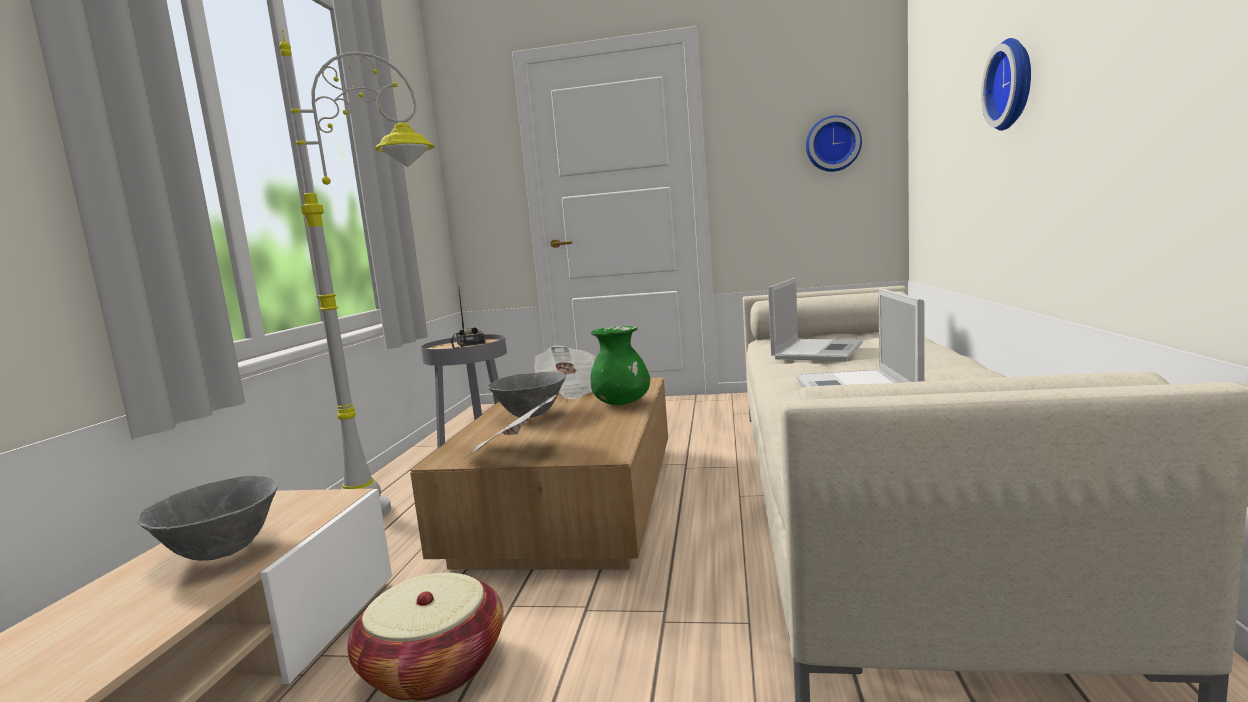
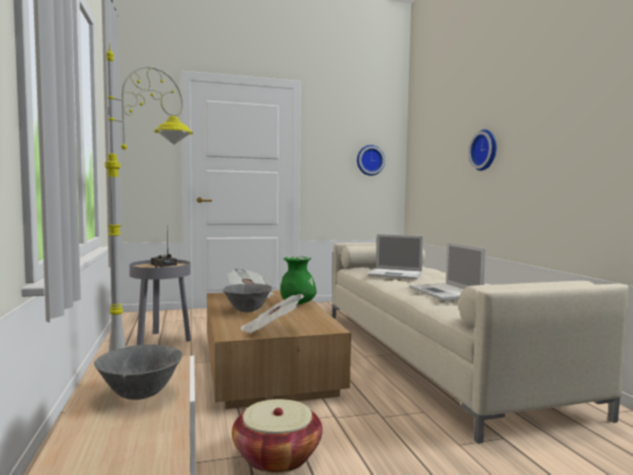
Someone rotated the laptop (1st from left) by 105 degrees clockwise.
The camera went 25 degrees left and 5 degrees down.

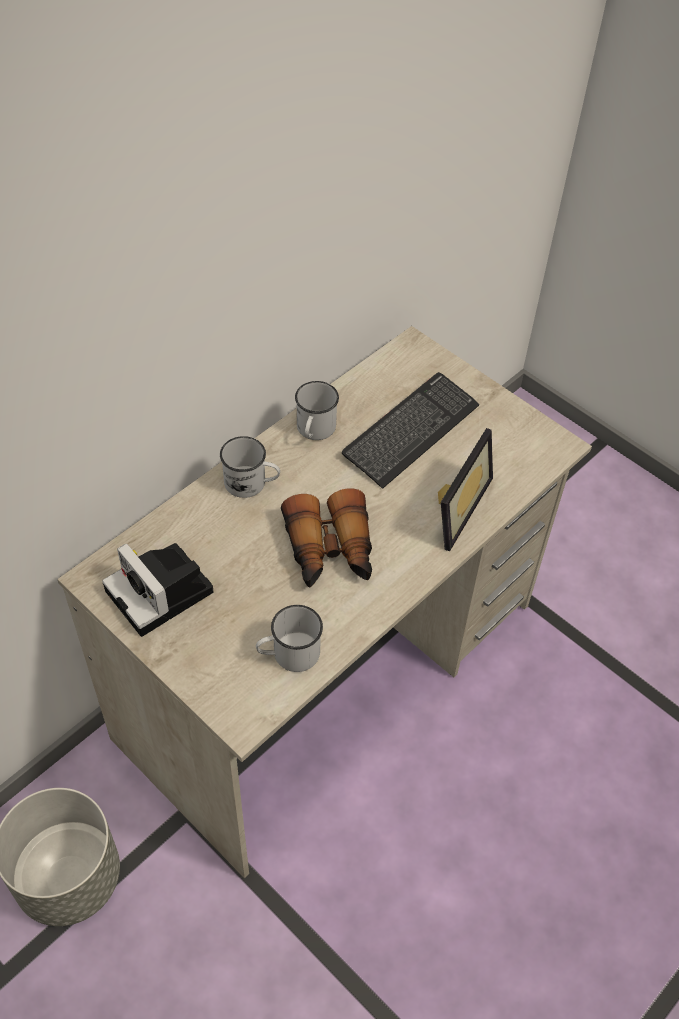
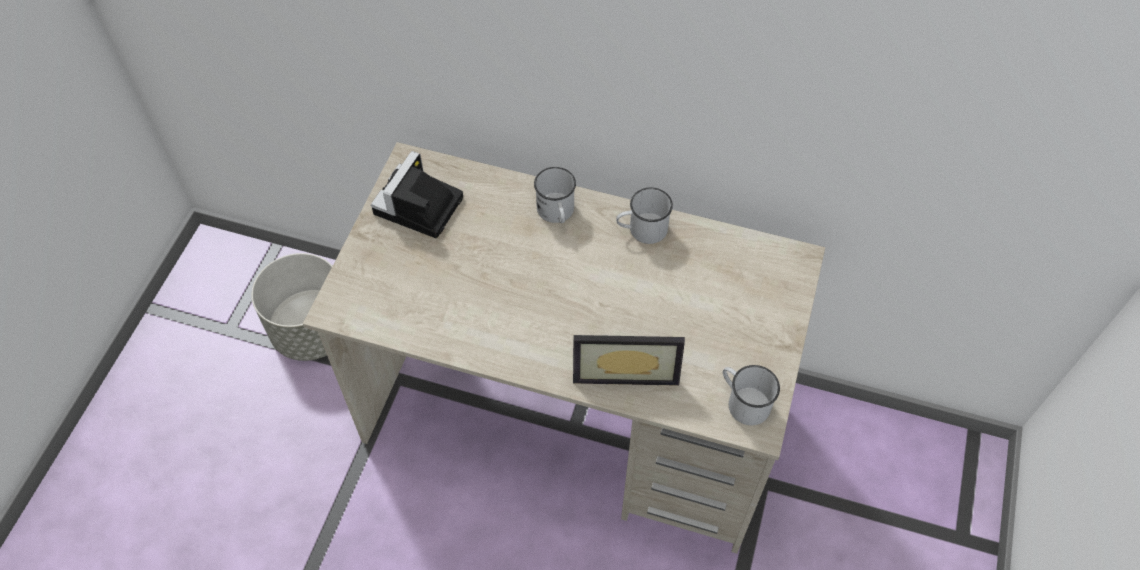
Someone took away the binoculars.
Someone took away the keyboard.
Someone carried the mug (white) (2nd from left in the first image).
The camera went 65 degrees right and 5 degrees up.

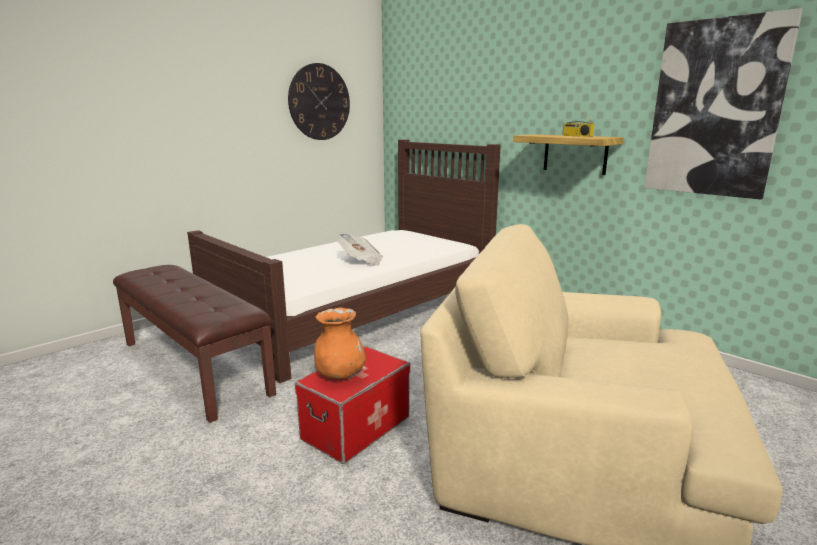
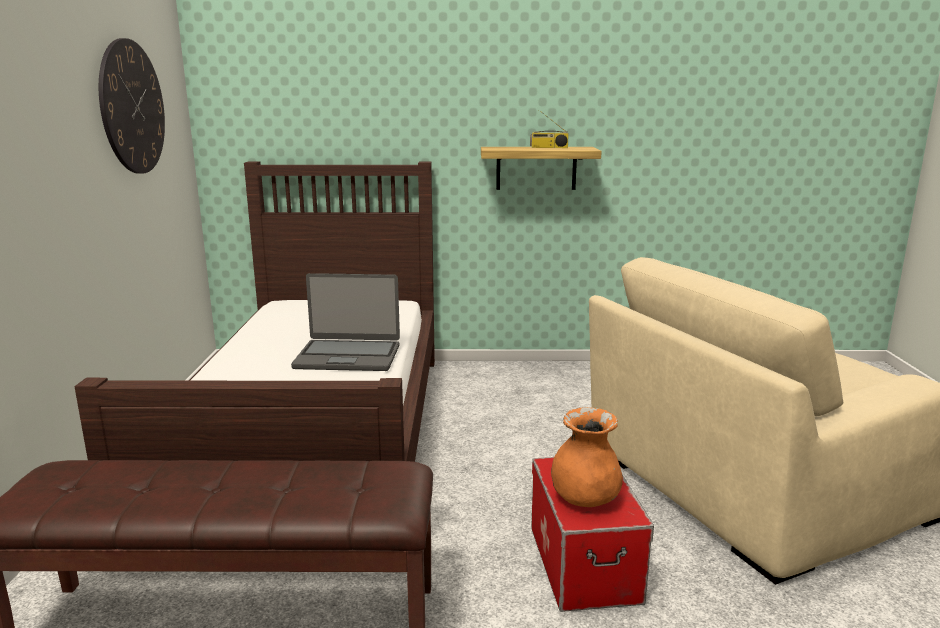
Someone took away the picture.
Someone swapped the newspaper for the laptop.
The camera went 45 degrees left and 0 degrees up.

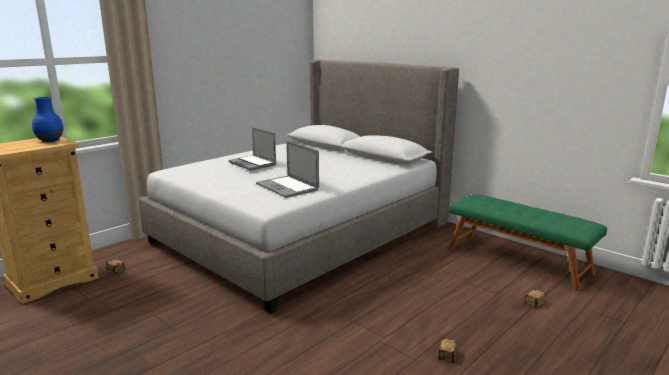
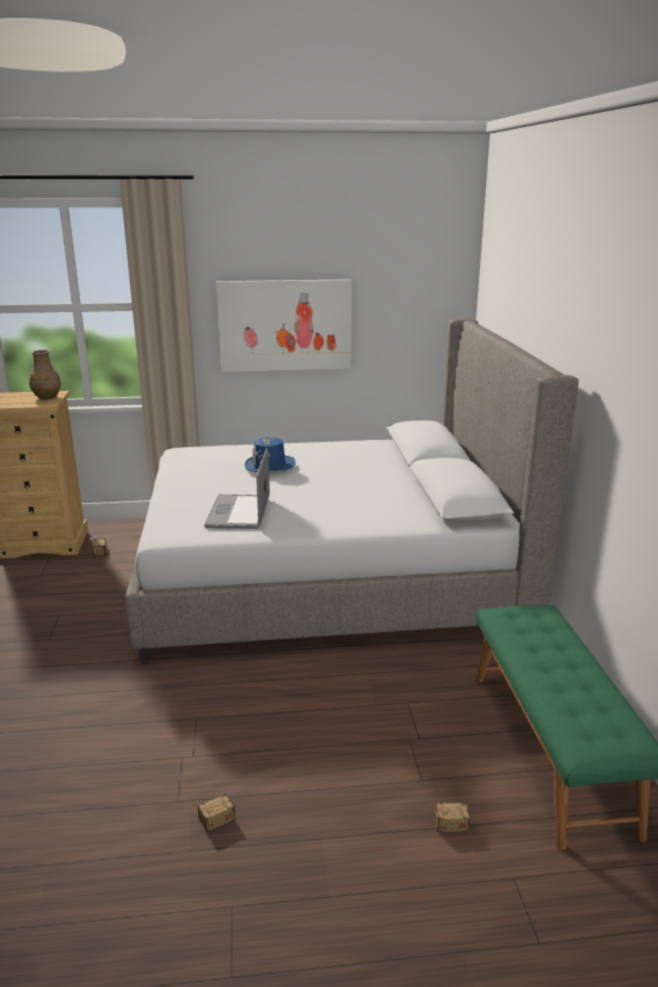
Someone put up the picture.
Someone swapped the laptop (1st from left) for the hat (blue).
Someone repainted the vase (blue), which became the vase (brown).
The camera went 40 degrees right and 5 degrees up.

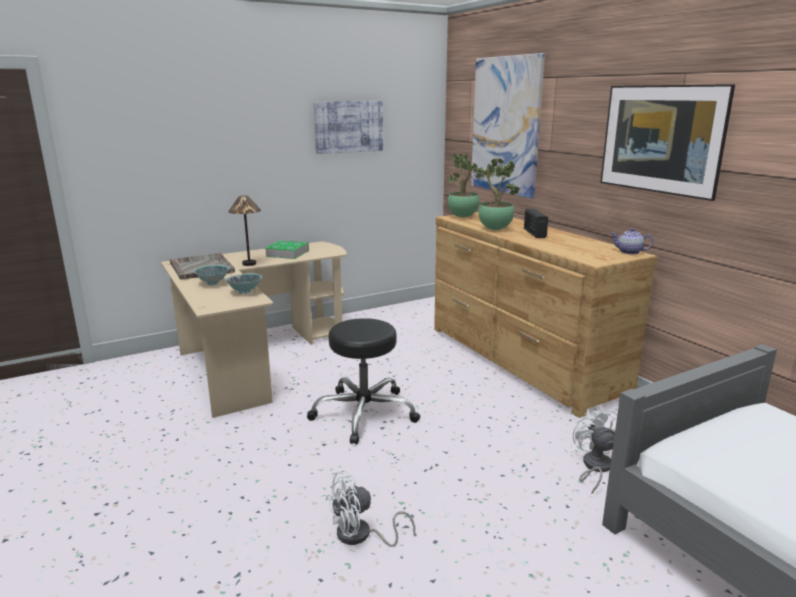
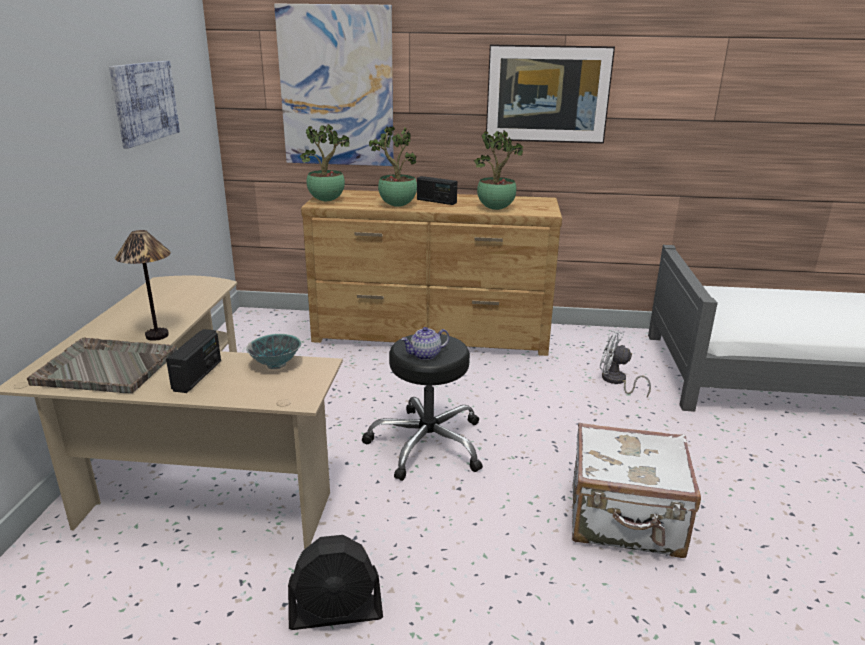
Someone took away the book.
Someone put down the fan (black).
Someone put down the potted plant (3rd from left).
Someone carried the teapot.
Someone swapped the bowl (1st from left) for the radio (1st from left).
Someone swapped the fan (white) (1st from left) for the suitcase (white).
The camera went 55 degrees left and 5 degrees up.

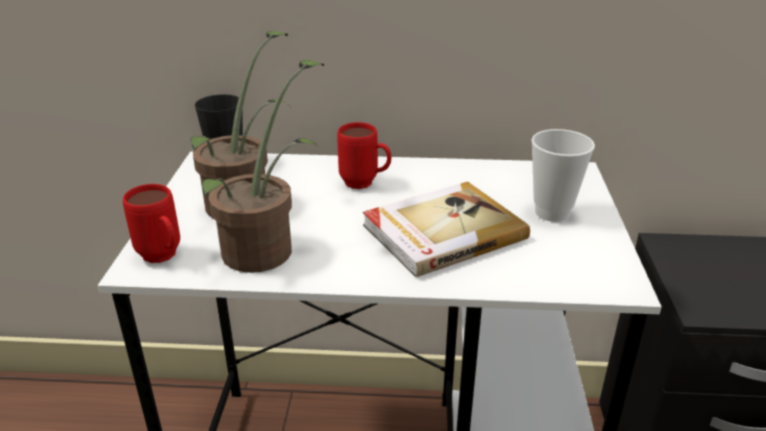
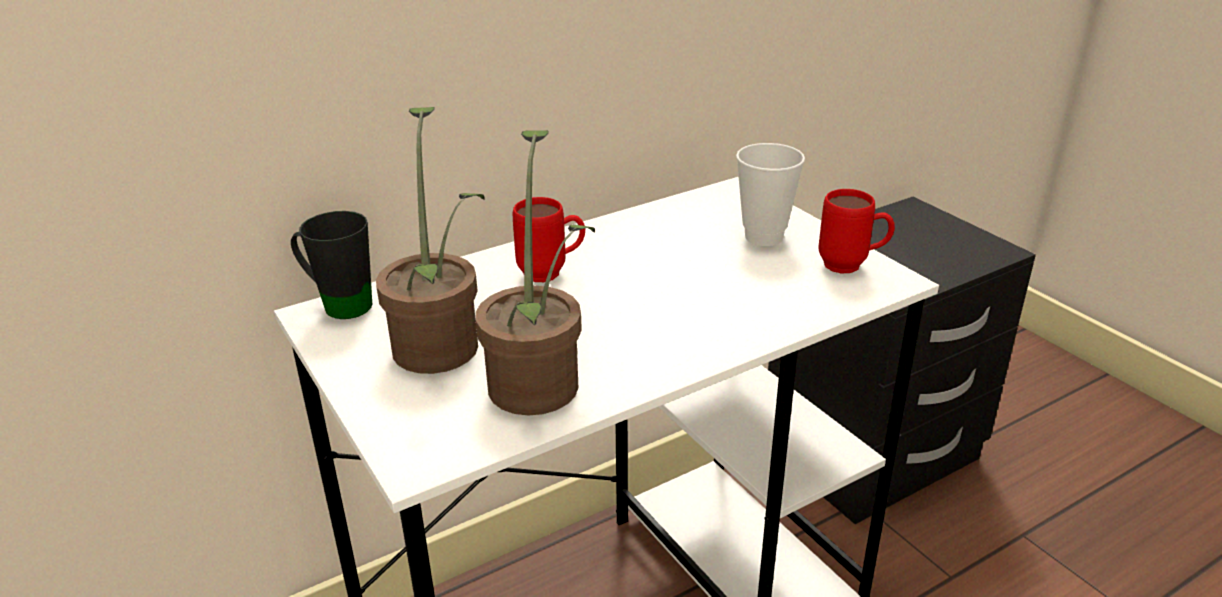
Someone took away the book.
Someone carried the mug (red) (1st from left in the first image).
The camera went 35 degrees left and 0 degrees up.

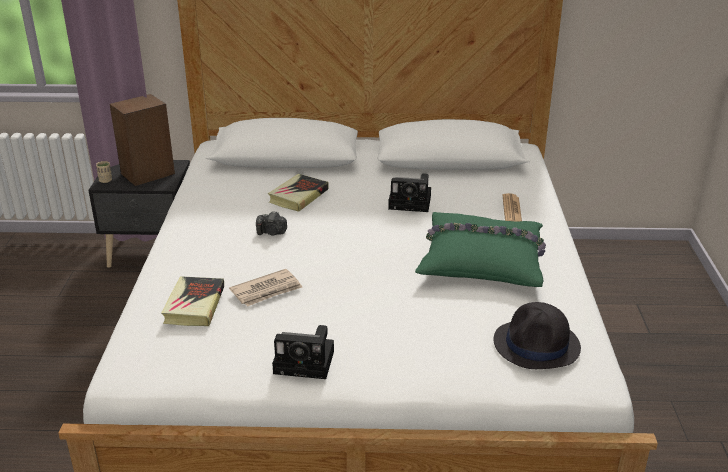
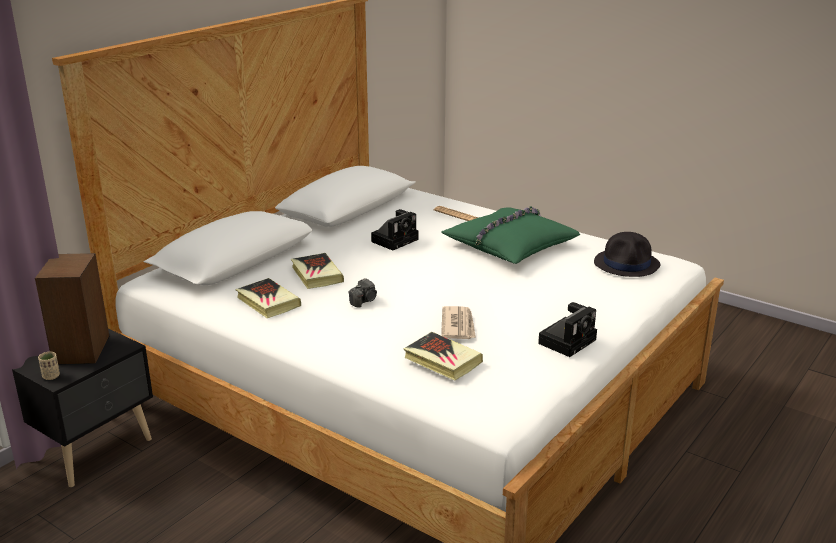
Someone put down the book (1st from left).
The camera went 55 degrees left and 5 degrees down.

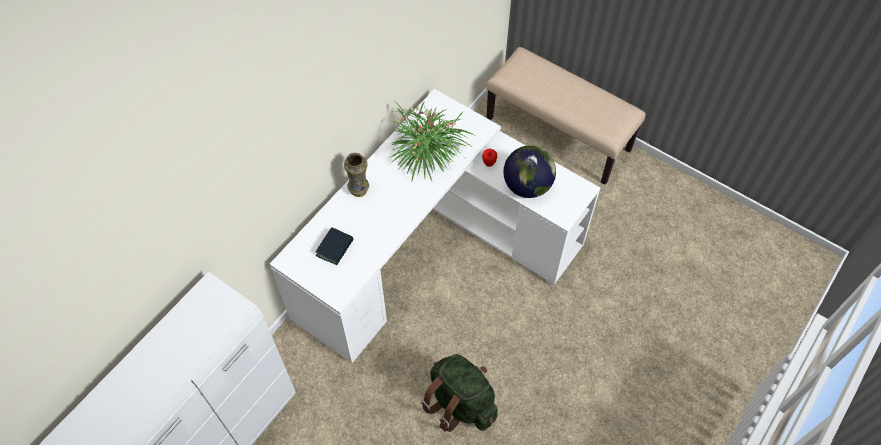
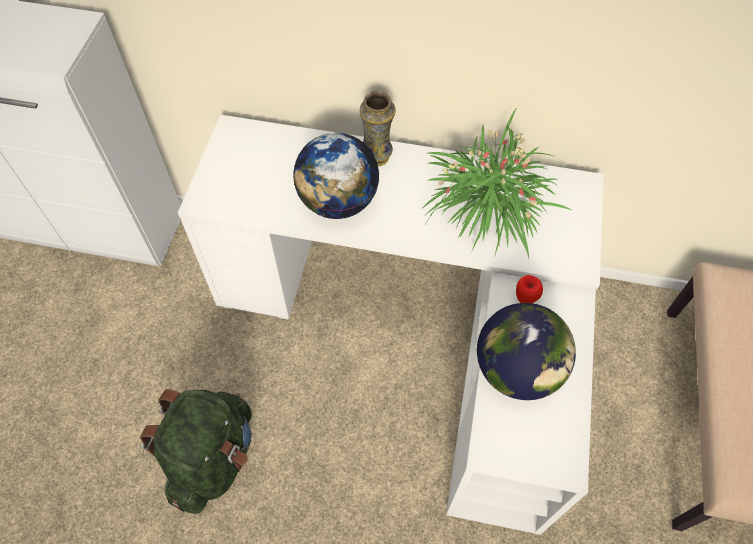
Someone took away the book.
Someone put down the globe (1st from left).
The camera went 65 degrees right and 0 degrees up.

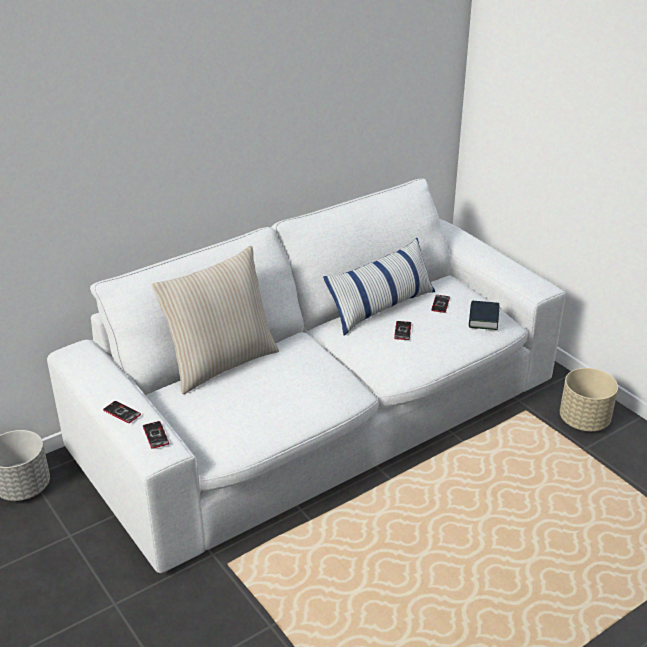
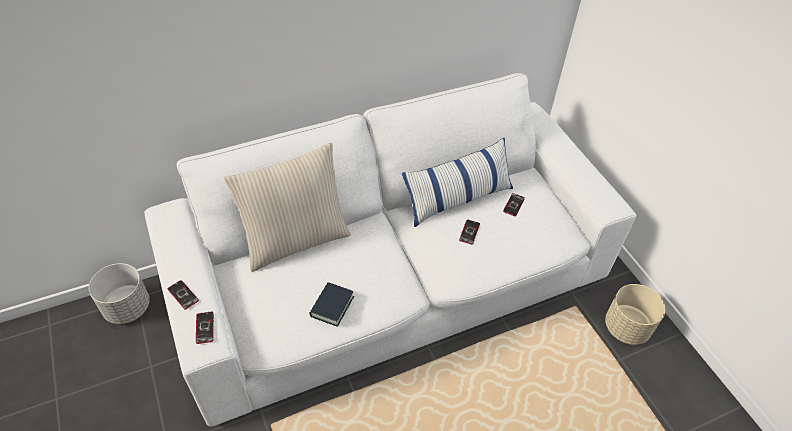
Someone carried the book.
The camera went 10 degrees right and 15 degrees up.

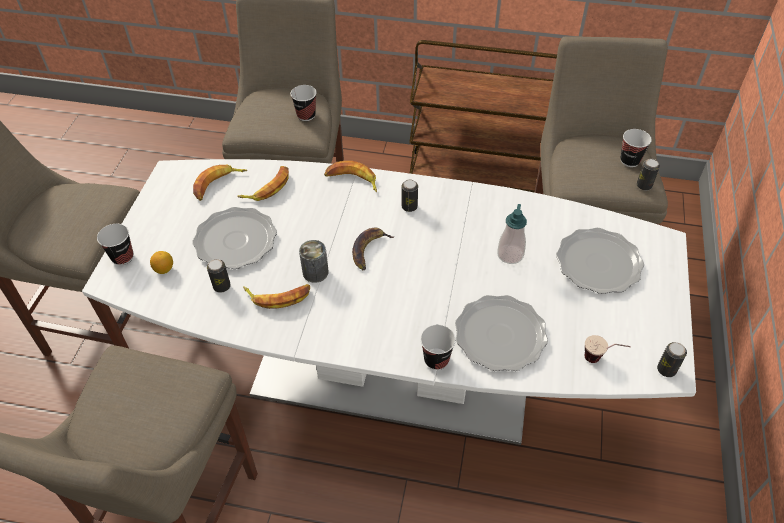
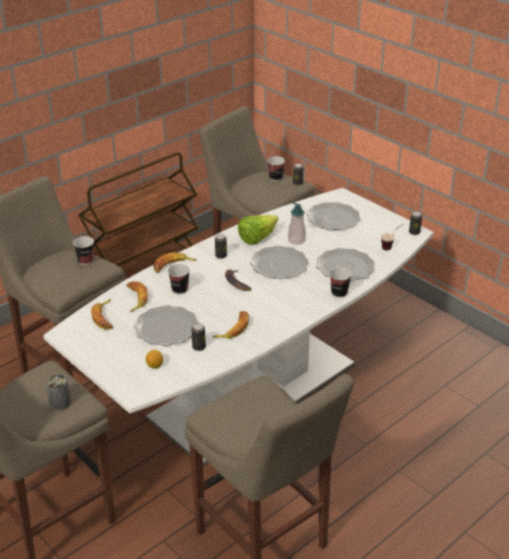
Someone put down the lettuce.
Someone put down the plate (2nd from left).
Someone carried the cup (1st from left in the first image).
Someone carried the can (2nd from left in the first image).
The camera went 55 degrees left and 15 degrees down.

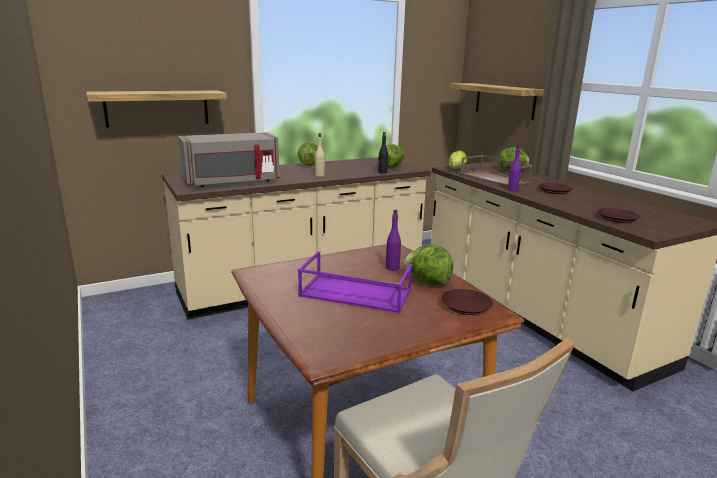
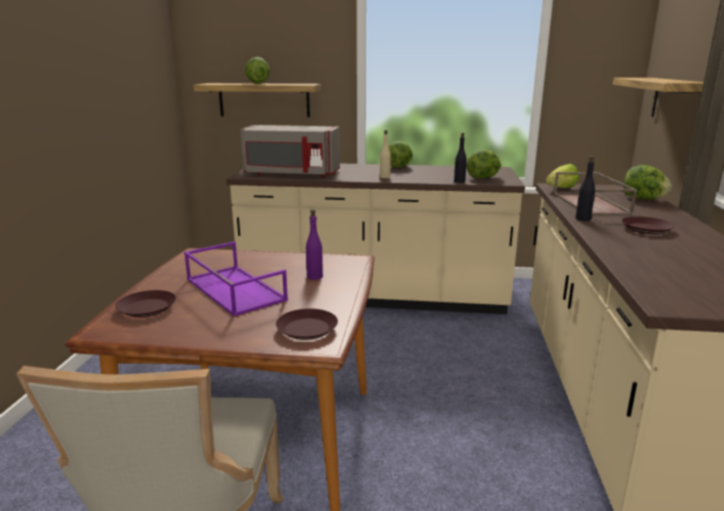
Someone carried the lettuce (3rd from left in the first image).
Someone carried the plate (brown) (3rd from left in the first image).
Someone repainted the bottle (purple) (2nd from left), which became the bottle (black) (2nd from left).
The camera went 35 degrees right and 0 degrees up.

